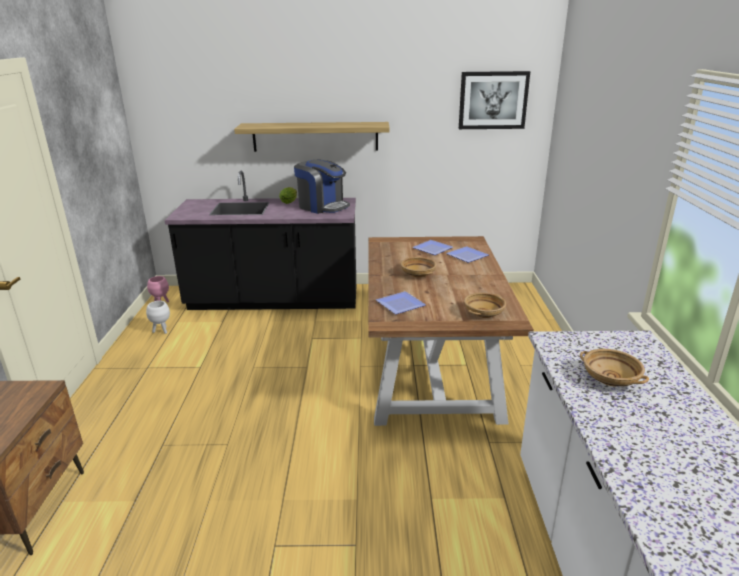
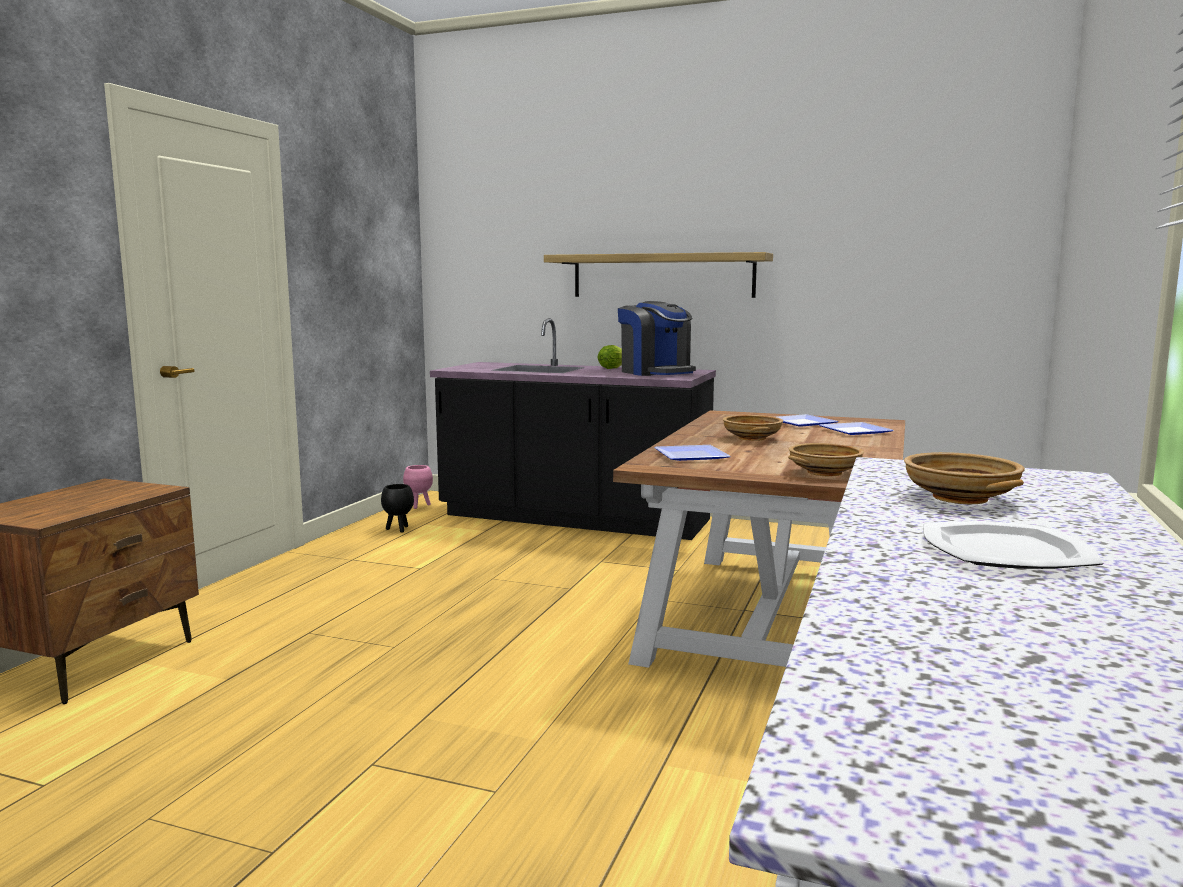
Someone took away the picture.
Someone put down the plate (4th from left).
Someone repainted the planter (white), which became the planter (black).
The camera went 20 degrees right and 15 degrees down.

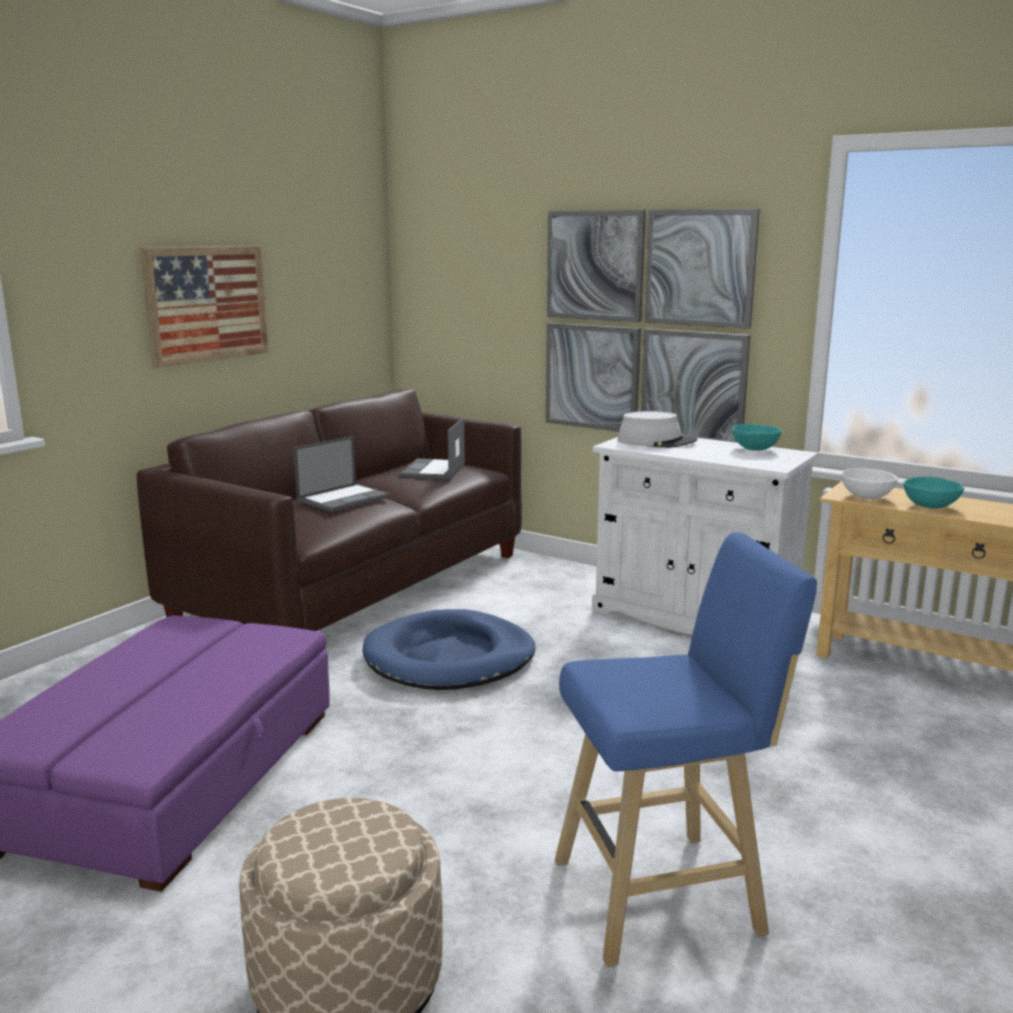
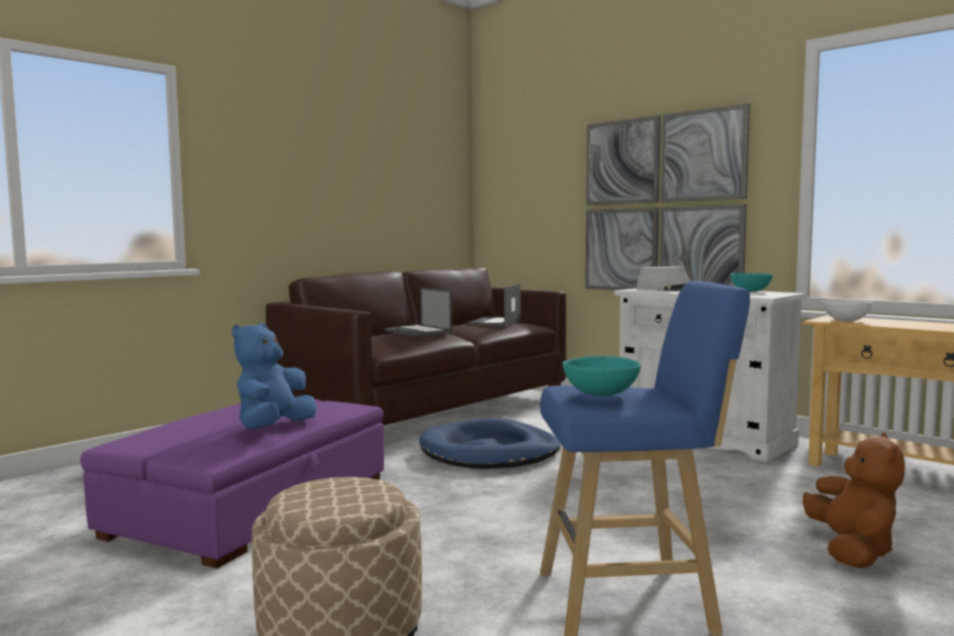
Someone took away the picture (1st from left).
Someone put down the plush toy (blue).
Someone put down the plush toy (brown).
Someone carried the bowl (turquoise) (2nd from left in the first image).
Someone rotated the laptop (1st from left) by 90 degrees clockwise.
The camera went 10 degrees right and 10 degrees down.

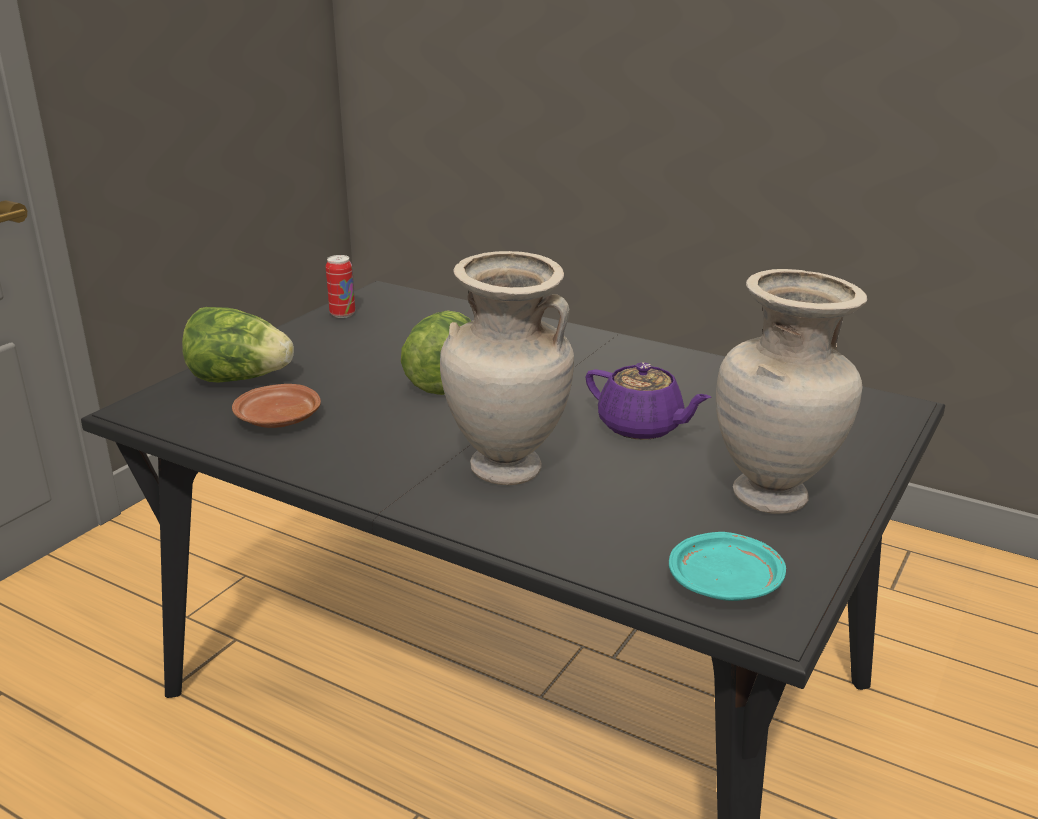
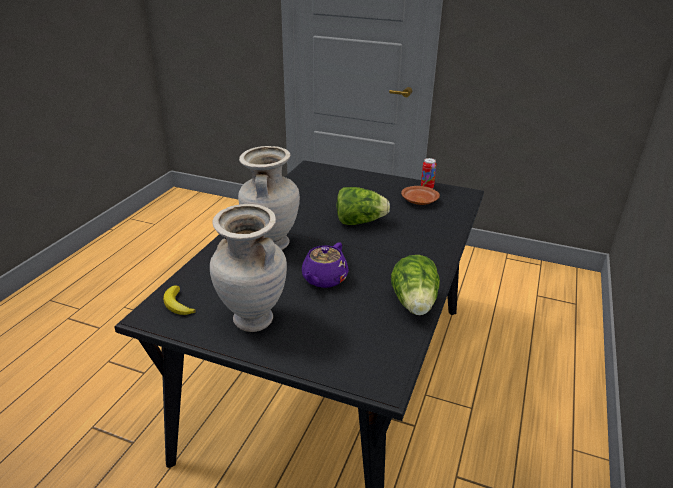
Someone carried the lettuce (1st from left in the first image).
Someone carried the plate (brown).
Someone swapped the plate (turquoise) for the banana.
The camera went 80 degrees right and 5 degrees up.

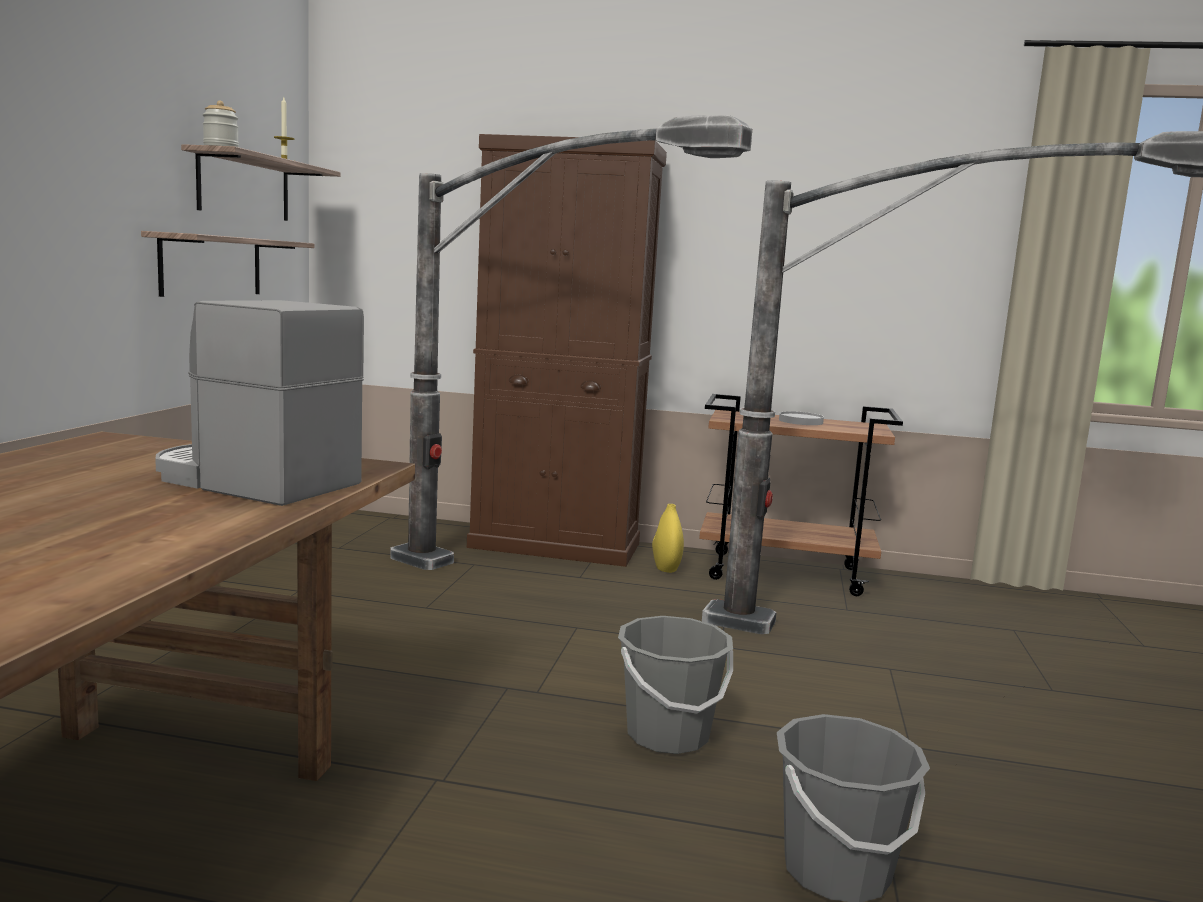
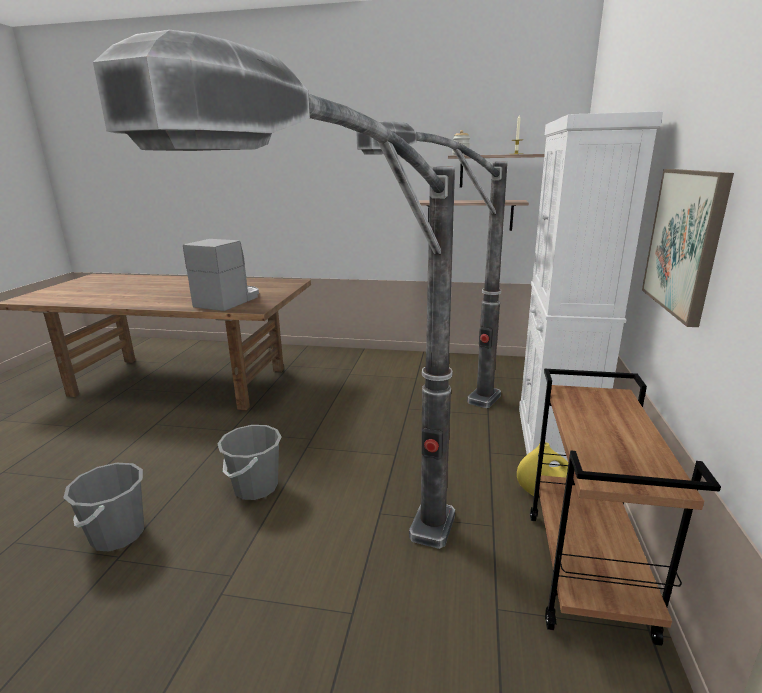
Someone took away the plate (white).
Someone put up the picture.
Someone repainted the cabinet (brown), which became the cabinet (white).
The camera went 90 degrees right and 10 degrees up.

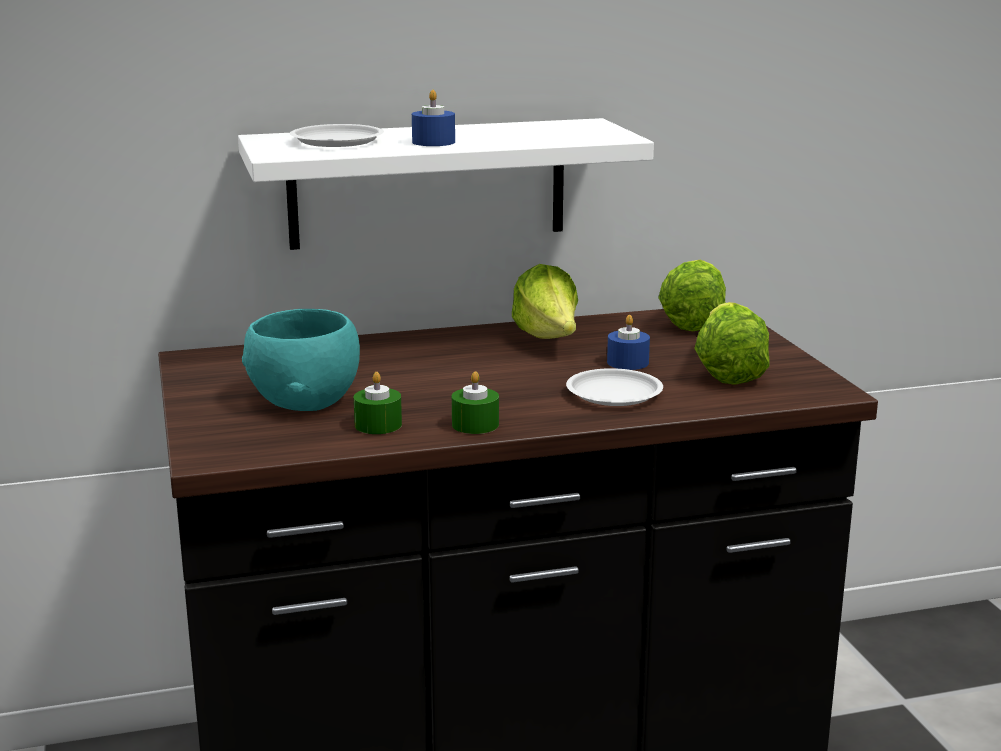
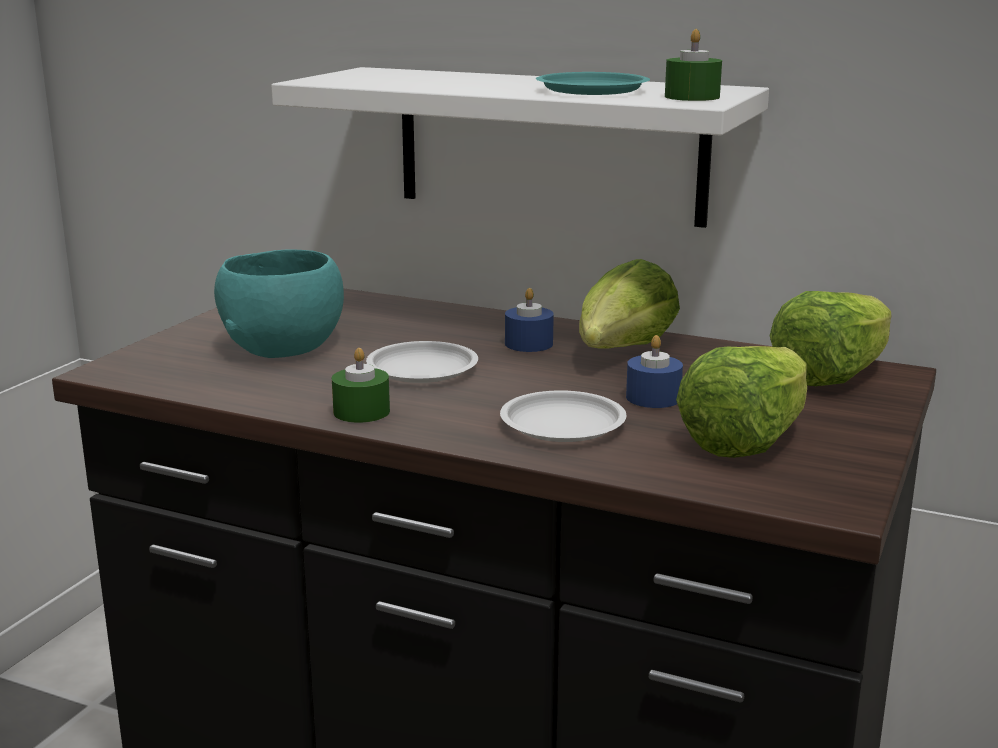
Someone put down the plate (turquoise).
Someone carried the plate (white) (1st from left).
Someone carried the candle (green) (1st from left in the first image).
Someone carried the candle (blue) (1st from left).
The camera went 40 degrees right and 0 degrees up.

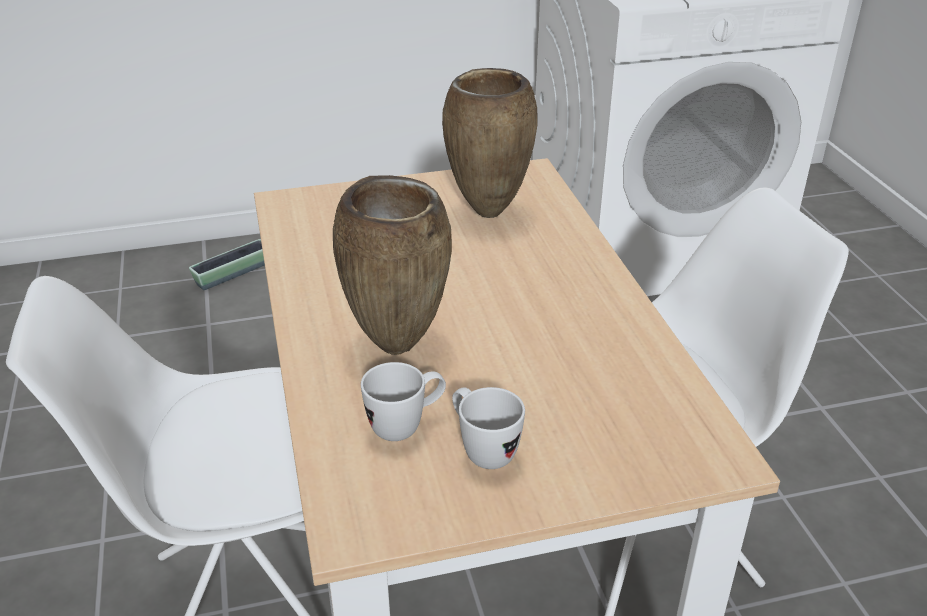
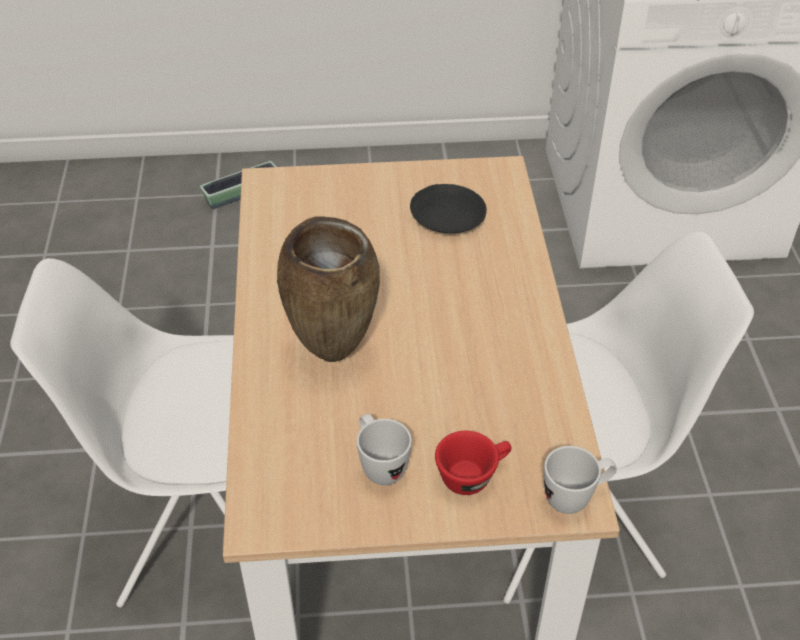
Someone put down the cup (red).
Someone carried the mug (white) (1st from left in the first image).
Someone swapped the vase (brown) (2nd from left) for the plate (black).
The camera went 10 degrees right and 10 degrees up.

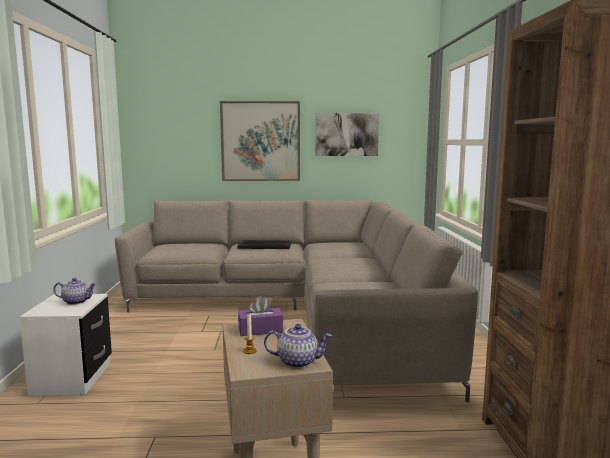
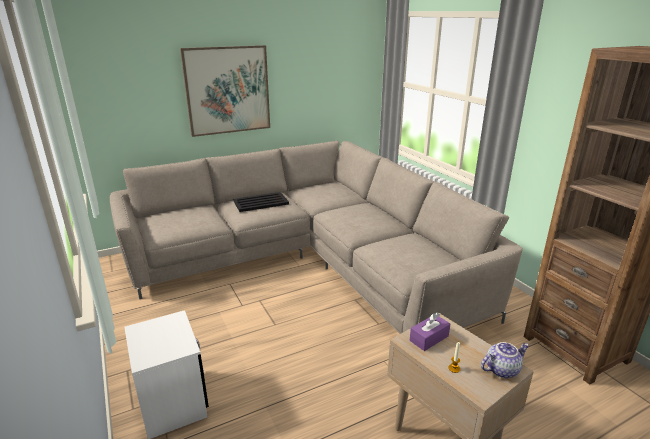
Someone took away the teapot (1st from left).
Someone took away the picture (2nd from left).
The camera went 25 degrees left and 15 degrees up.

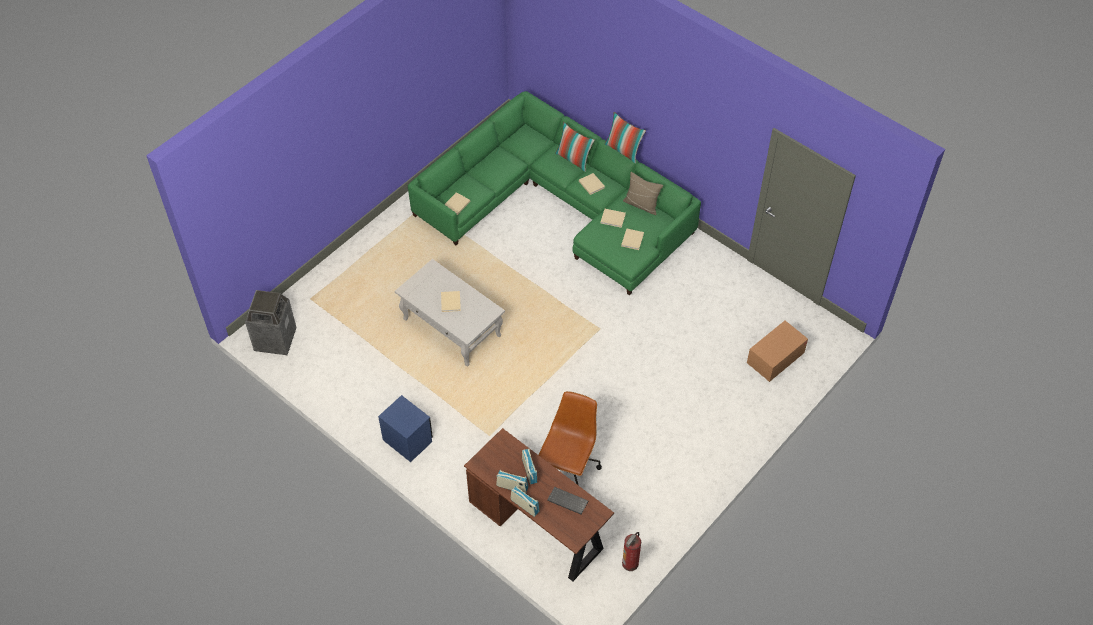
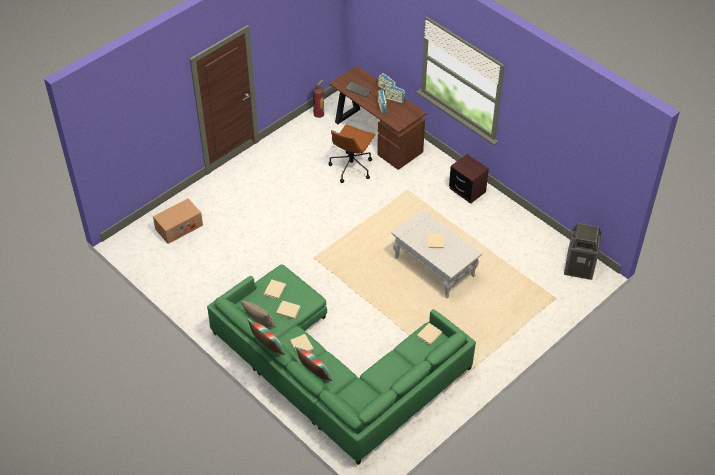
Someone repainted the nightstand (blue), which became the nightstand (brown).
The camera went 175 degrees left and 5 degrees down.

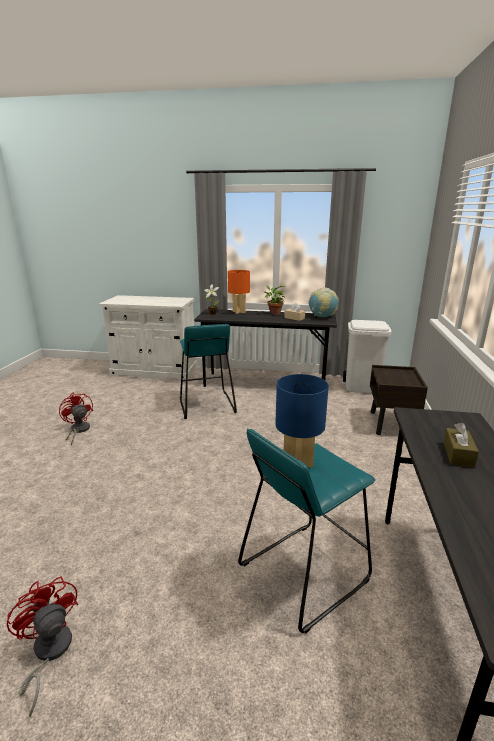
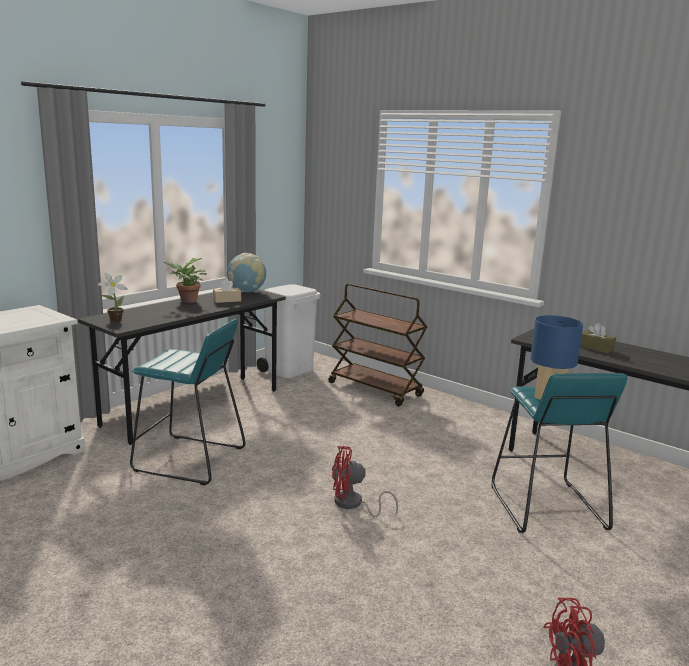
Someone took away the table lamp (orange).
Someone carried the fan (red) (2nd from left in the first image).
Someone swapped the nightstand (brown) for the cart (brown).
The camera went 60 degrees left and 5 degrees down.

